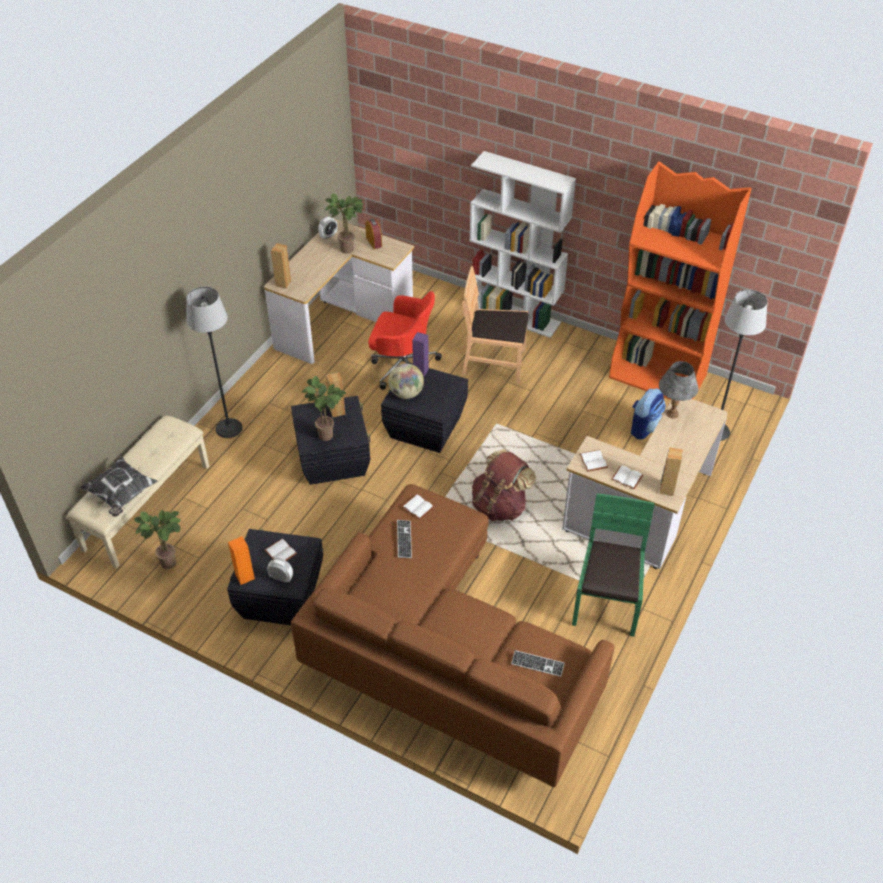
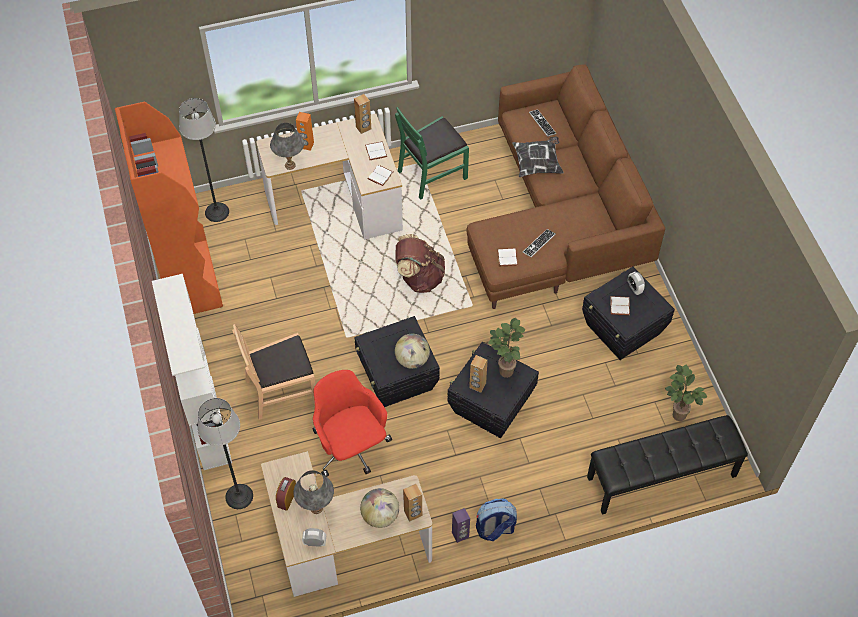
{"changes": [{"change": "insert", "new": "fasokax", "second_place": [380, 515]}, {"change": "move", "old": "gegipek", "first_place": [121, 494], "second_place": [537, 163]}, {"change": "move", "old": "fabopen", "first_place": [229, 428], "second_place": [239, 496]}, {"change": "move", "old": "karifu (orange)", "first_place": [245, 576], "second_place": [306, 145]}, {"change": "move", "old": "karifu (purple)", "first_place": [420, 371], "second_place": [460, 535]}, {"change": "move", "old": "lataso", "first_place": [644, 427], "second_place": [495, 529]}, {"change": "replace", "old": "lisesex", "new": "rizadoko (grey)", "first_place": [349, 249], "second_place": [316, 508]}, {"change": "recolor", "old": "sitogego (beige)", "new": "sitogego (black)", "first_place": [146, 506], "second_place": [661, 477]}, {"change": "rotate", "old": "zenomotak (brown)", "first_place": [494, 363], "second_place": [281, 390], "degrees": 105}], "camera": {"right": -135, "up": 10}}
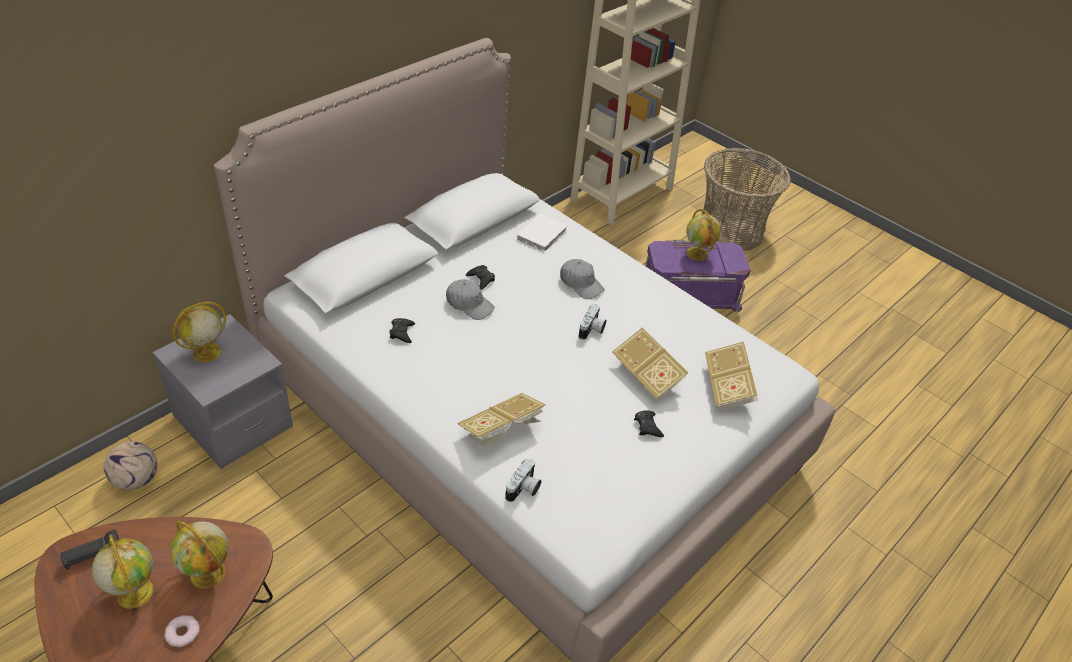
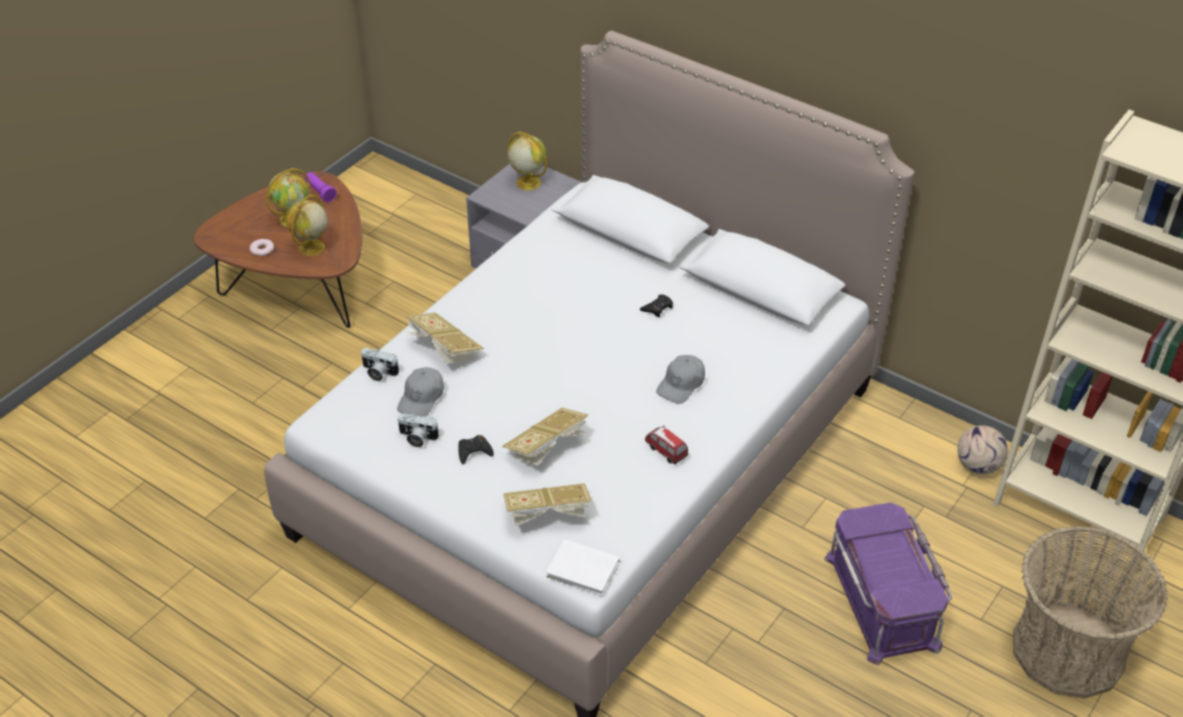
{"changes": [{"change": "delete", "old": "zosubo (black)", "first_place": [402, 333]}, {"change": "delete", "old": "fasokax", "first_place": [697, 254]}, {"change": "insert", "new": "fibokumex", "second_place": [665, 451]}, {"change": "move", "old": "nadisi", "first_place": [136, 479], "second_place": [978, 465]}, {"change": "move", "old": "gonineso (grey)", "first_place": [469, 304], "second_place": [422, 398]}, {"change": "move", "old": "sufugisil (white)", "first_place": [543, 234], "second_place": [584, 571]}, {"change": "move", "old": "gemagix", "first_place": [592, 330], "second_place": [417, 438]}, {"change": "recolor", "old": "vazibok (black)", "new": "vazibok (purple)", "first_place": [93, 556], "second_place": [320, 192]}], "camera": {"right": 85, "up": 0}}
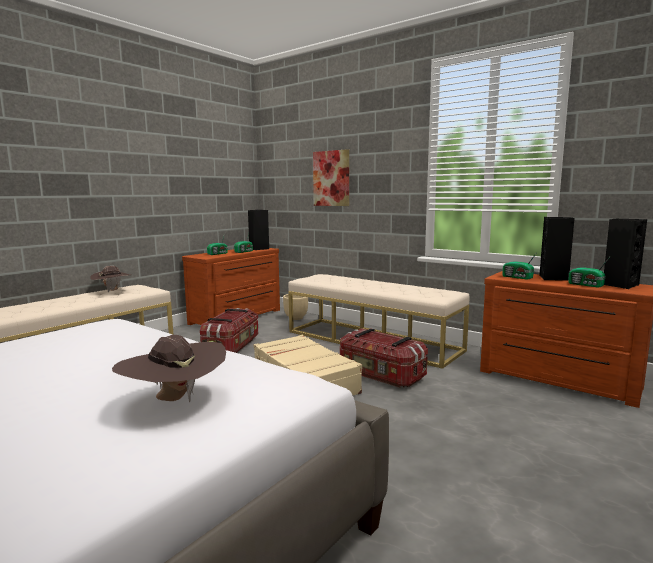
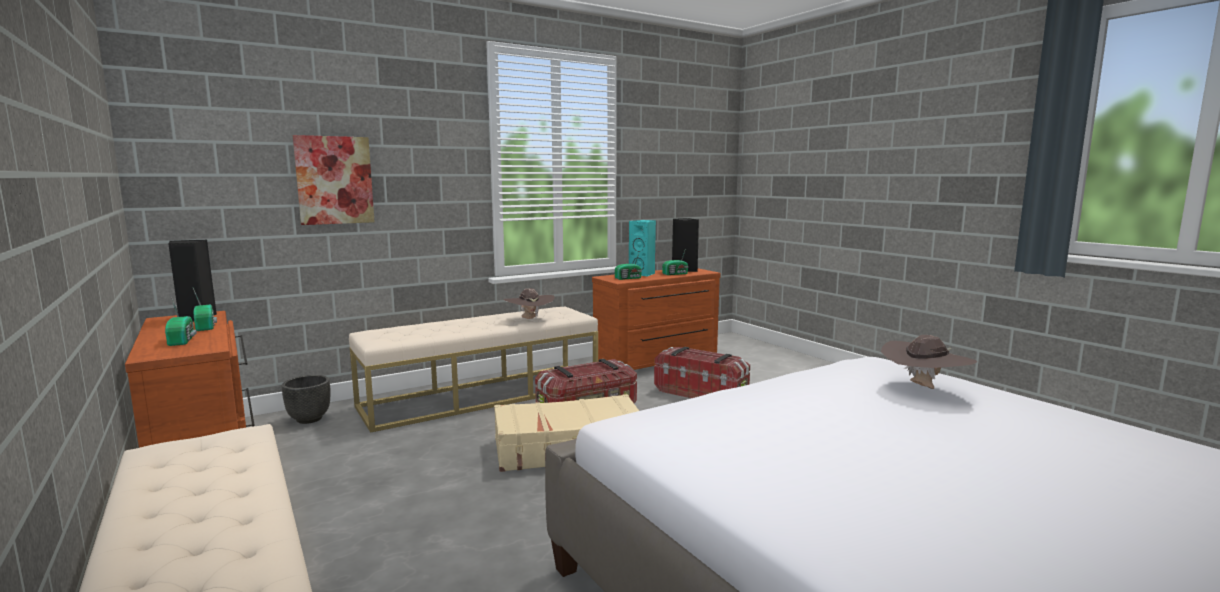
{"changes": [{"change": "move", "old": "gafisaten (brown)", "first_place": [112, 291], "second_place": [529, 319]}, {"change": "move", "old": "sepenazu", "first_place": [232, 347], "second_place": [701, 393]}, {"change": "recolor", "old": "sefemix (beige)", "new": "sefemix (black)", "first_place": [296, 318], "second_place": [309, 419]}, {"change": "recolor", "old": "karifu (black)", "new": "karifu (turquoise)", "first_place": [553, 278], "second_place": [643, 274]}], "camera": {"right": -70, "up": 0}}
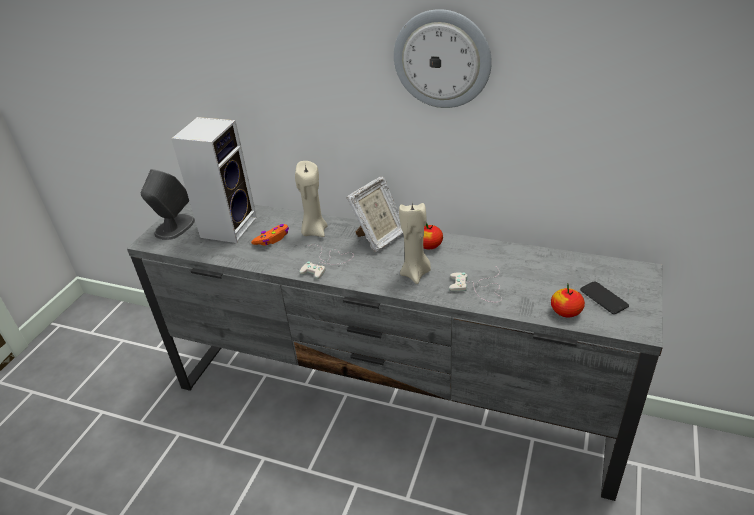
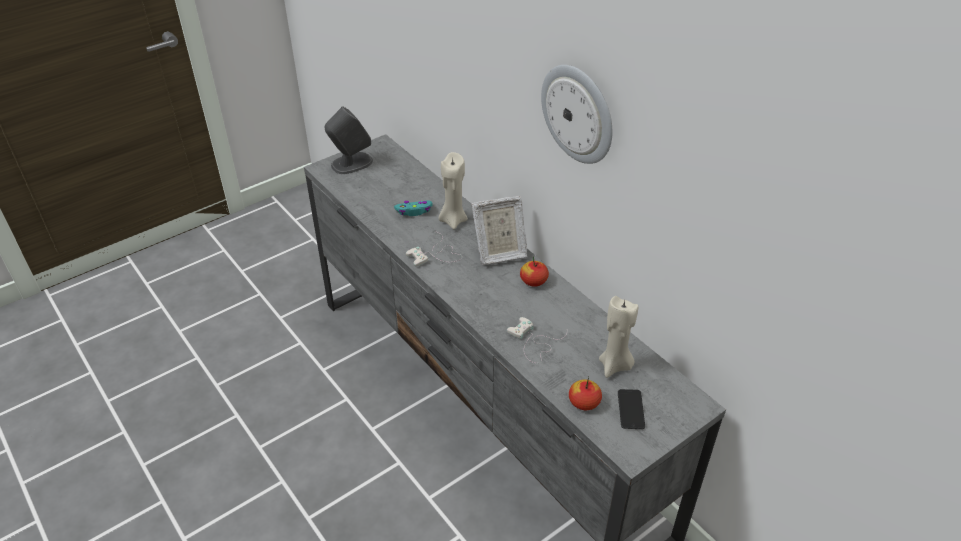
{"changes": [{"change": "delete", "old": "karifu", "first_place": [229, 226]}, {"change": "move", "old": "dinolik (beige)", "first_place": [416, 273], "second_place": [615, 365]}, {"change": "recolor", "old": "zosubo (orange)", "new": "zosubo (turquoise)", "first_place": [272, 239], "second_place": [414, 211]}], "camera": {"right": 30, "up": 5}}
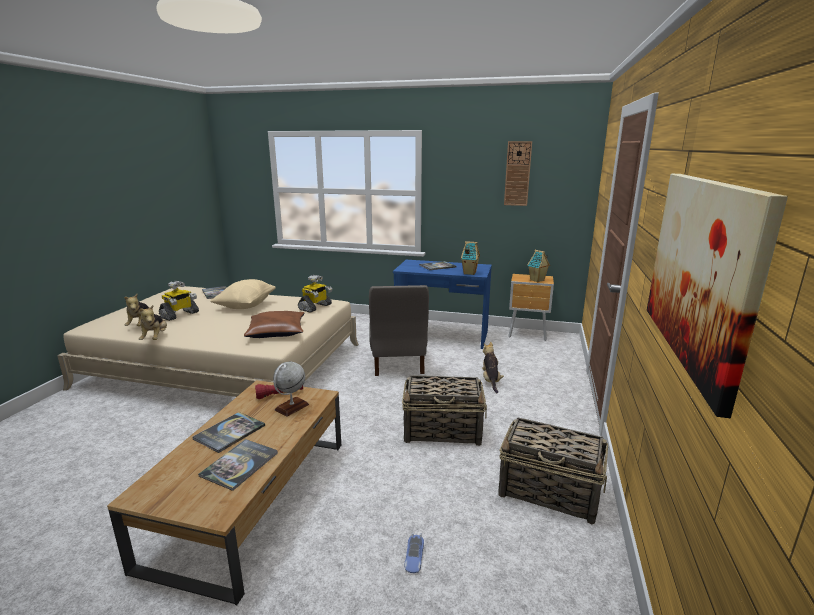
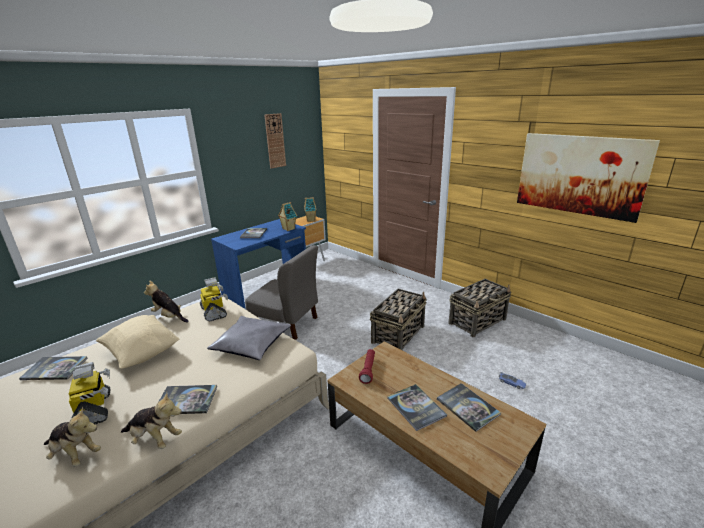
{"changes": [{"change": "delete", "old": "fasokax", "first_place": [292, 407]}, {"change": "insert", "new": "sufugisil", "second_place": [186, 400]}, {"change": "move", "old": "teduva", "first_place": [490, 381], "second_place": [169, 316]}, {"change": "recolor", "old": "gegipek (brown)", "new": "gegipek (grey)", "first_place": [276, 331], "second_place": [251, 344]}], "camera": {"right": -60, "up": 5}}
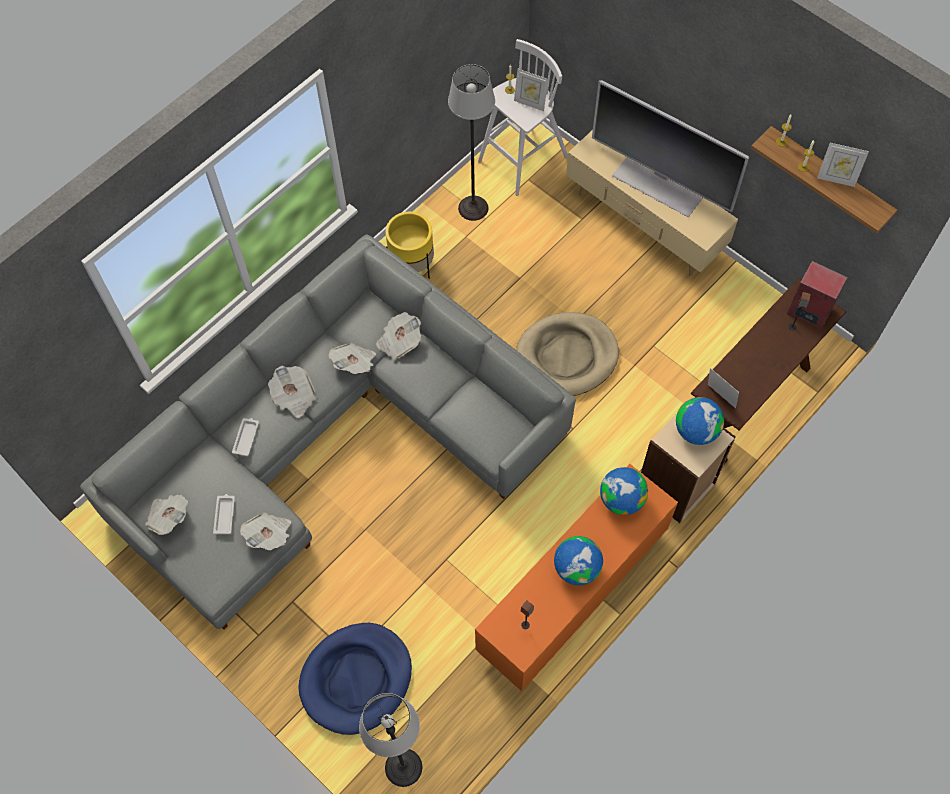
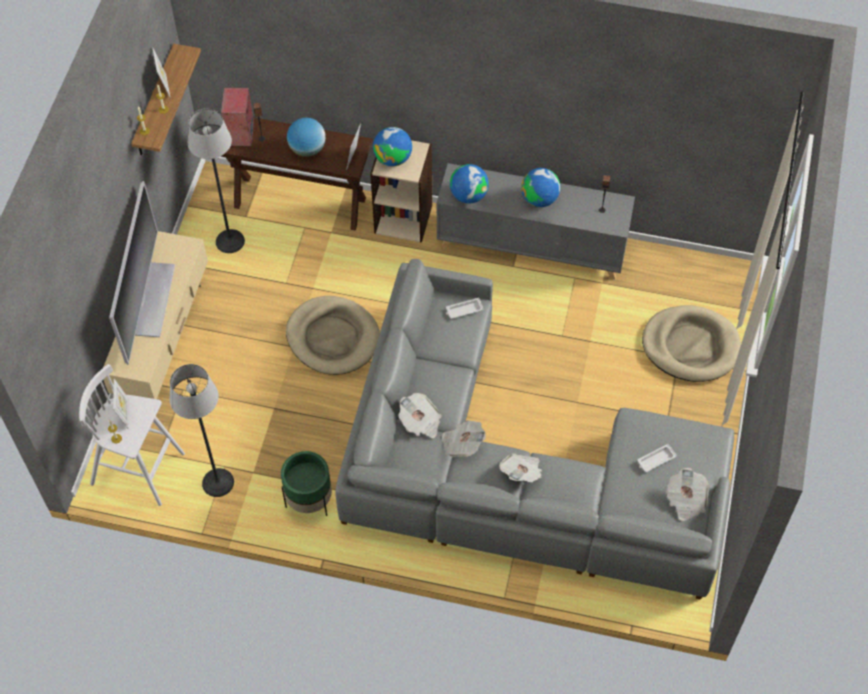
{"changes": [{"change": "delete", "old": "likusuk", "first_place": [269, 535]}, {"change": "insert", "new": "fasokax", "second_place": [307, 149]}, {"change": "move", "old": "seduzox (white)", "first_place": [246, 437], "second_place": [463, 310]}, {"change": "move", "old": "fabopen", "first_place": [404, 767], "second_place": [230, 241]}, {"change": "recolor", "old": "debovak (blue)", "new": "debovak (beige)", "first_place": [356, 679], "second_place": [690, 346]}, {"change": "recolor", "old": "sefemix (yellow)", "new": "sefemix (green)", "first_place": [412, 264], "second_place": [309, 500]}, {"change": "recolor", "old": "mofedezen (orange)", "new": "mofedezen (grey)", "first_place": [572, 594], "second_place": [532, 245]}], "camera": {"right": -120, "up": -5}}
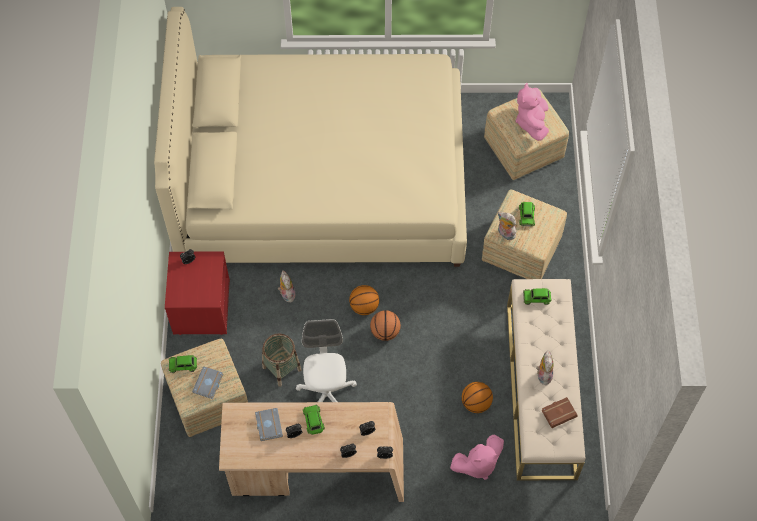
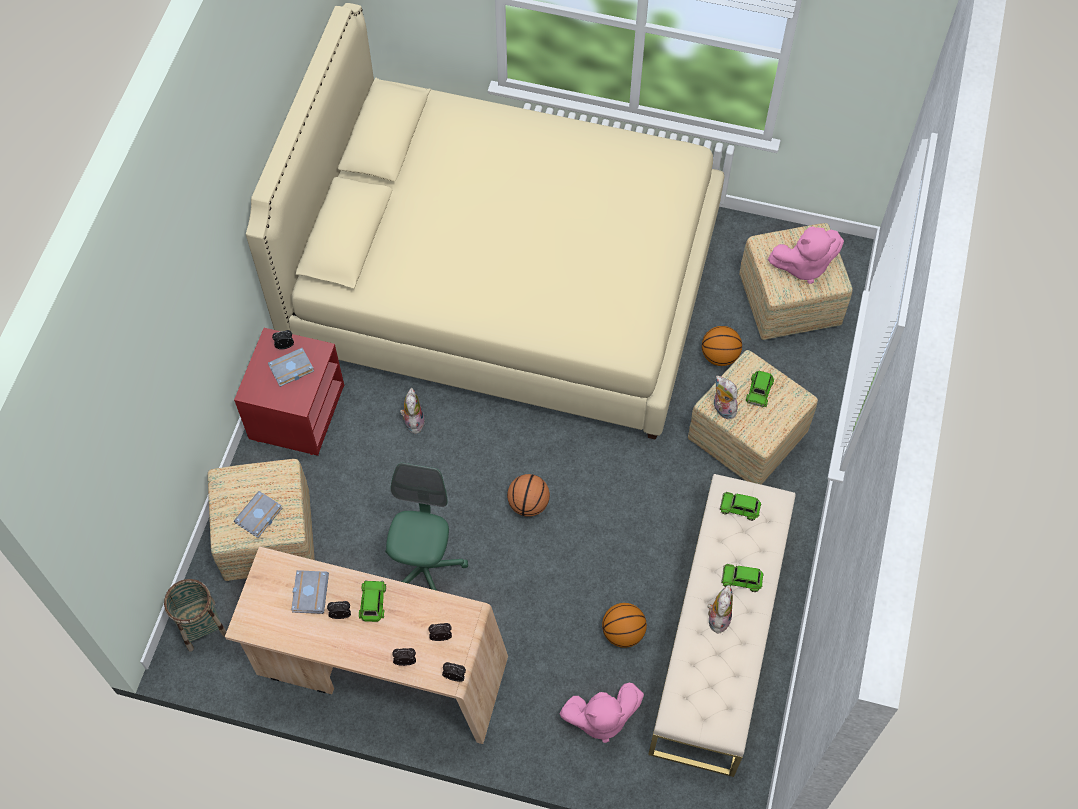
{"changes": [{"change": "delete", "old": "sufugisil (brown)", "first_place": [559, 412]}, {"change": "insert", "new": "sufugisil (grey)", "second_place": [291, 370]}, {"change": "move", "old": "fibokumex (green)", "first_place": [183, 365], "second_place": [742, 579]}, {"change": "move", "old": "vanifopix", "first_place": [281, 368], "second_place": [201, 626]}, {"change": "move", "old": "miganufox", "first_place": [364, 307], "second_place": [719, 356]}, {"change": "recolor", "old": "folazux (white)", "new": "folazux (green)", "first_place": [326, 394], "second_place": [424, 568]}, {"change": "rotate", "old": "teduva (pink)", "first_place": [532, 122], "second_place": [803, 265], "degrees": -120}], "camera": {"right": 15, "up": 0}}
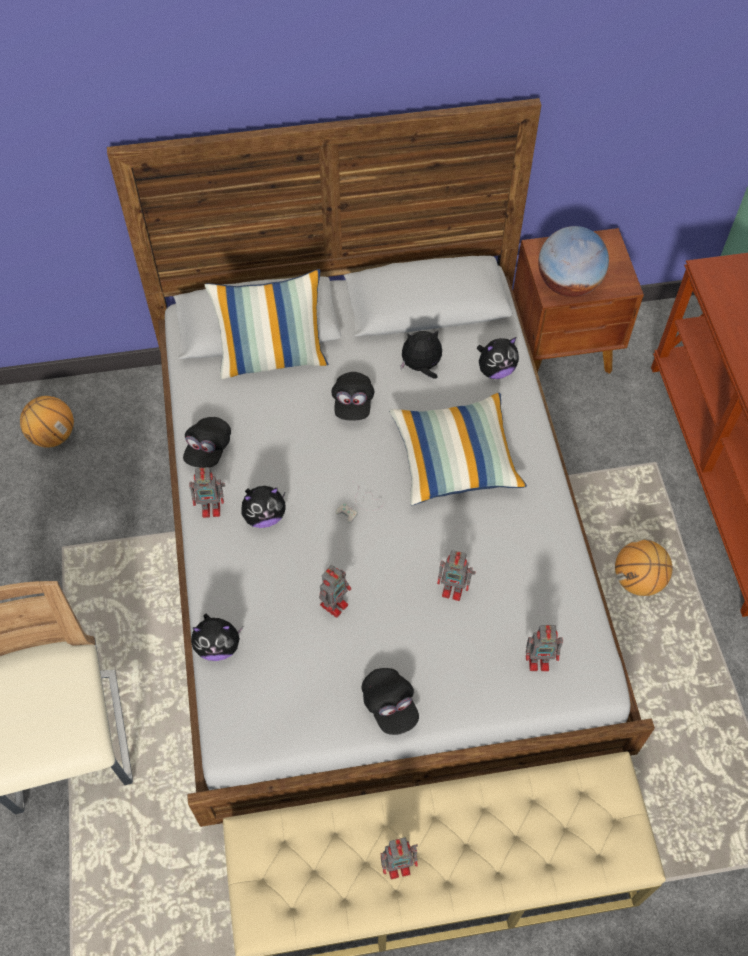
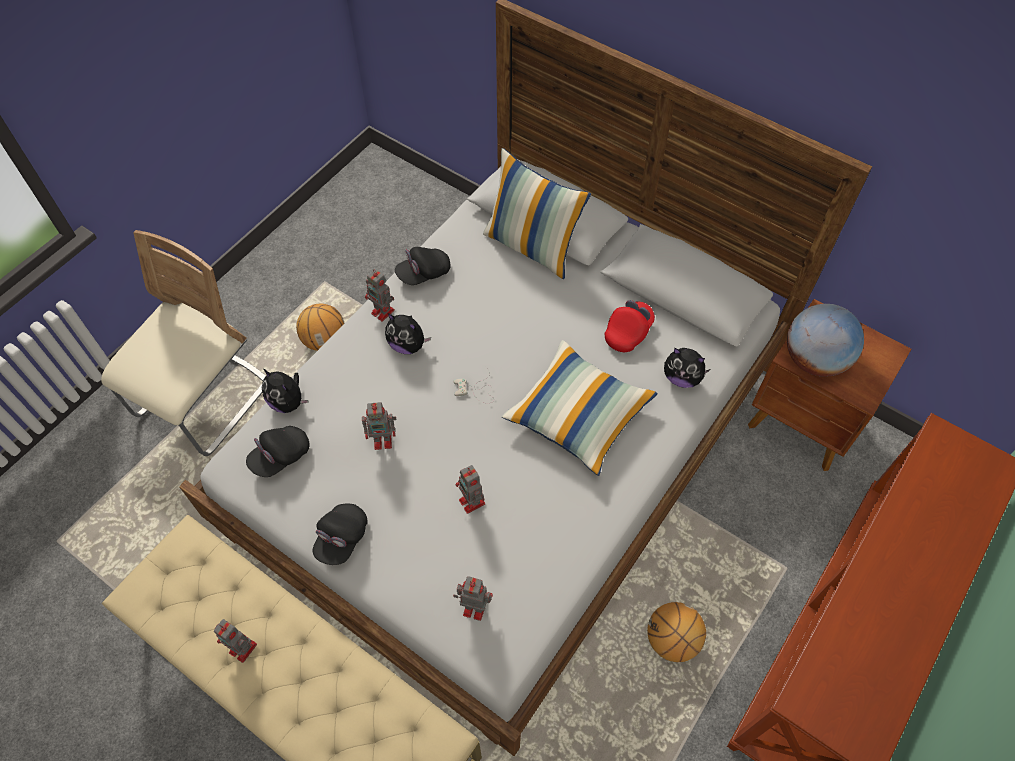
{"changes": [{"change": "move", "old": "miganufox", "first_place": [53, 435], "second_place": [324, 340]}, {"change": "move", "old": "gonineso (black)", "first_place": [353, 403], "second_place": [280, 456]}, {"change": "replace", "old": "teduva", "new": "gonineso (red)", "first_place": [421, 367], "second_place": [628, 332]}, {"change": "rotate", "old": "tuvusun", "first_place": [540, 660], "second_place": [473, 607], "degrees": 150}], "camera": {"right": 45, "up": 0}}
